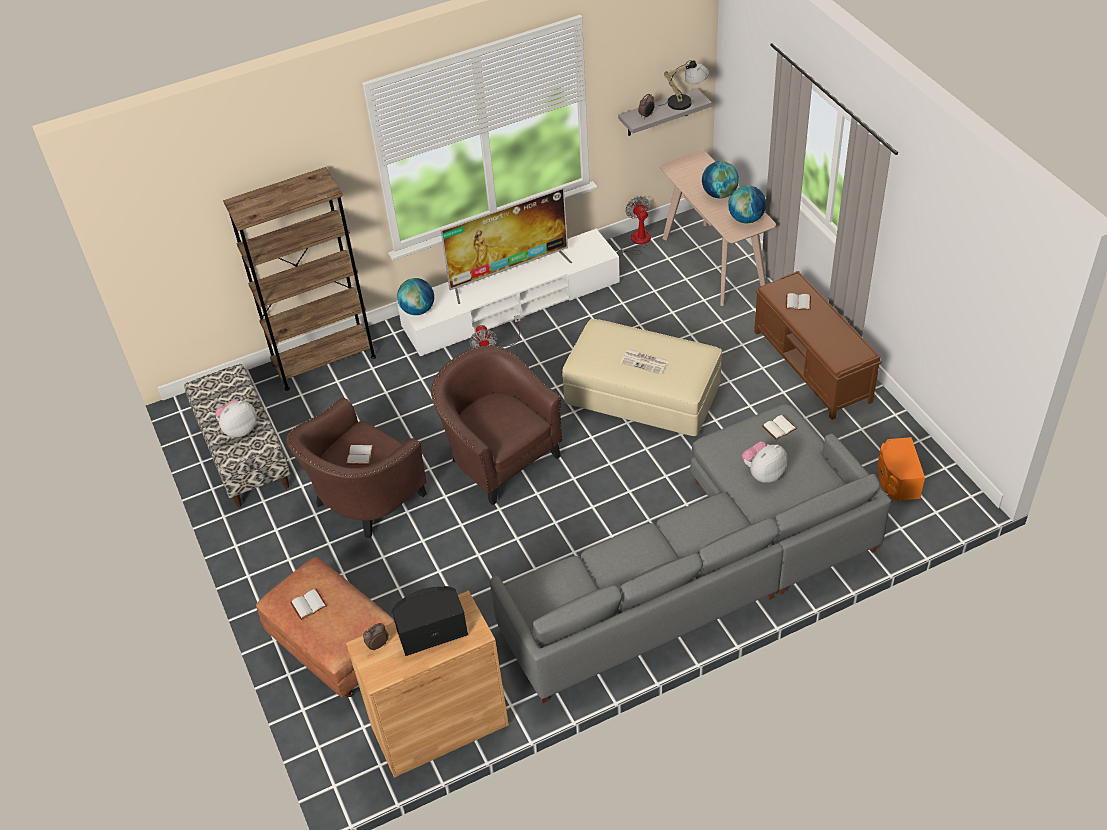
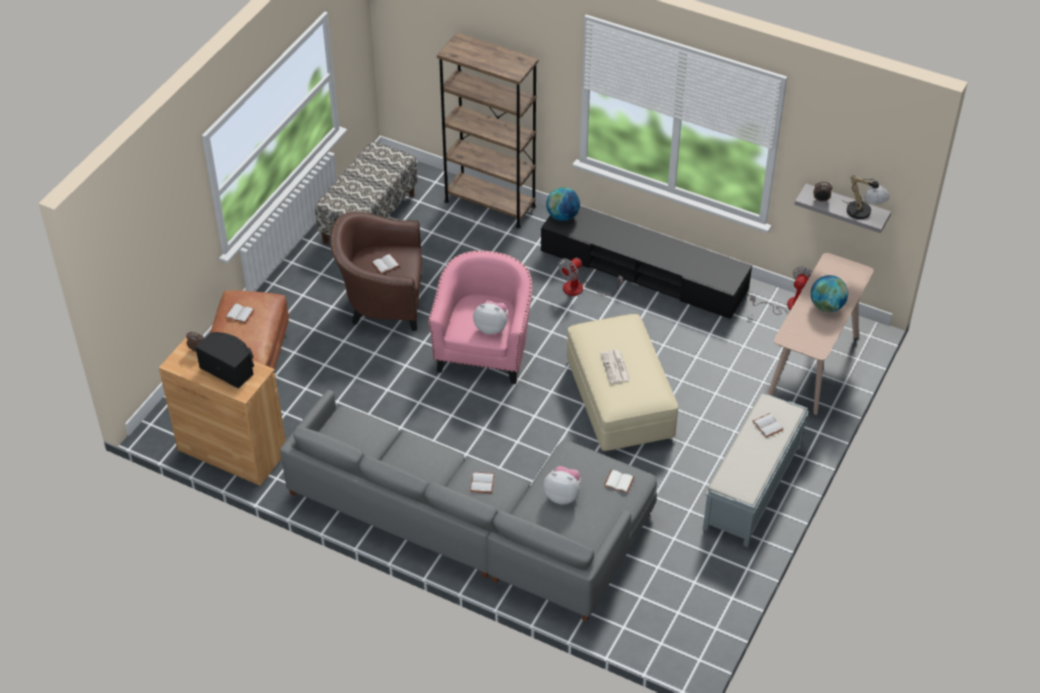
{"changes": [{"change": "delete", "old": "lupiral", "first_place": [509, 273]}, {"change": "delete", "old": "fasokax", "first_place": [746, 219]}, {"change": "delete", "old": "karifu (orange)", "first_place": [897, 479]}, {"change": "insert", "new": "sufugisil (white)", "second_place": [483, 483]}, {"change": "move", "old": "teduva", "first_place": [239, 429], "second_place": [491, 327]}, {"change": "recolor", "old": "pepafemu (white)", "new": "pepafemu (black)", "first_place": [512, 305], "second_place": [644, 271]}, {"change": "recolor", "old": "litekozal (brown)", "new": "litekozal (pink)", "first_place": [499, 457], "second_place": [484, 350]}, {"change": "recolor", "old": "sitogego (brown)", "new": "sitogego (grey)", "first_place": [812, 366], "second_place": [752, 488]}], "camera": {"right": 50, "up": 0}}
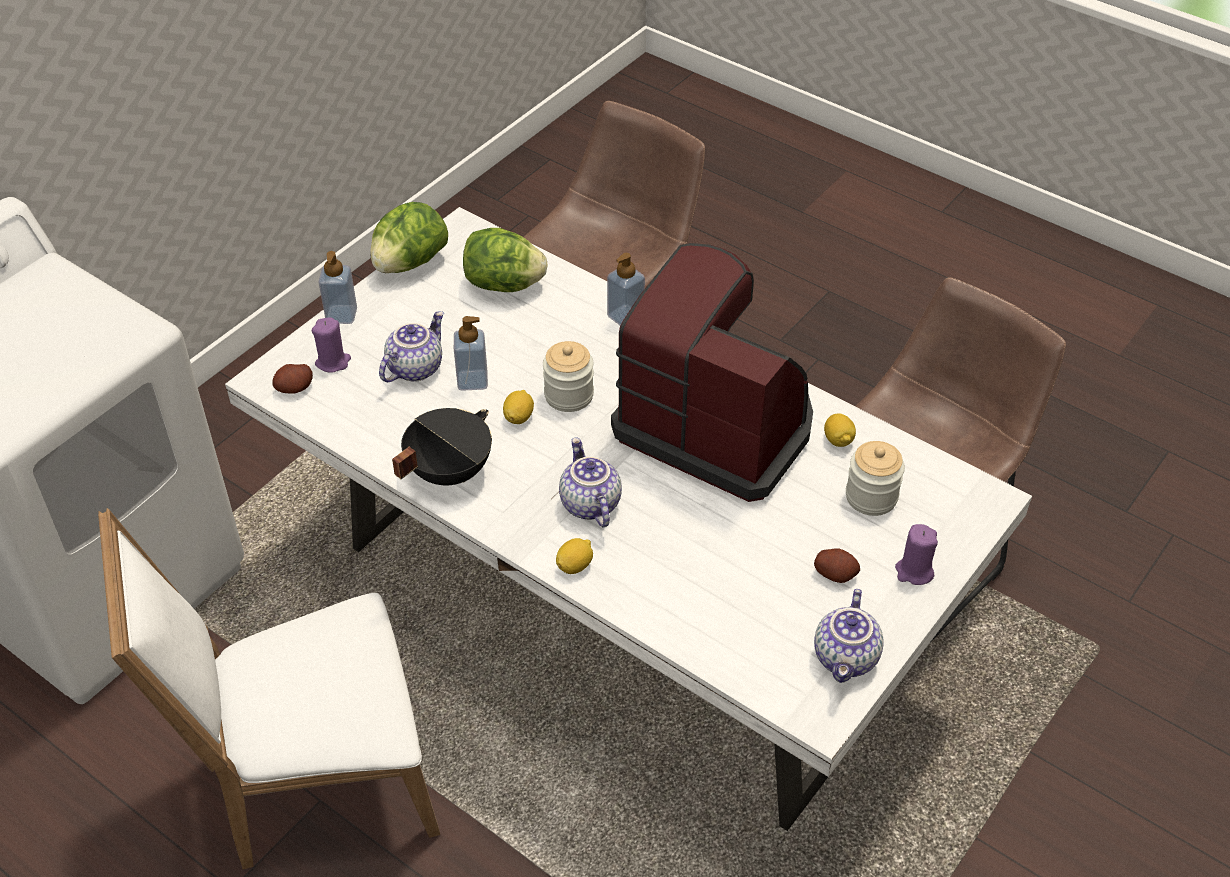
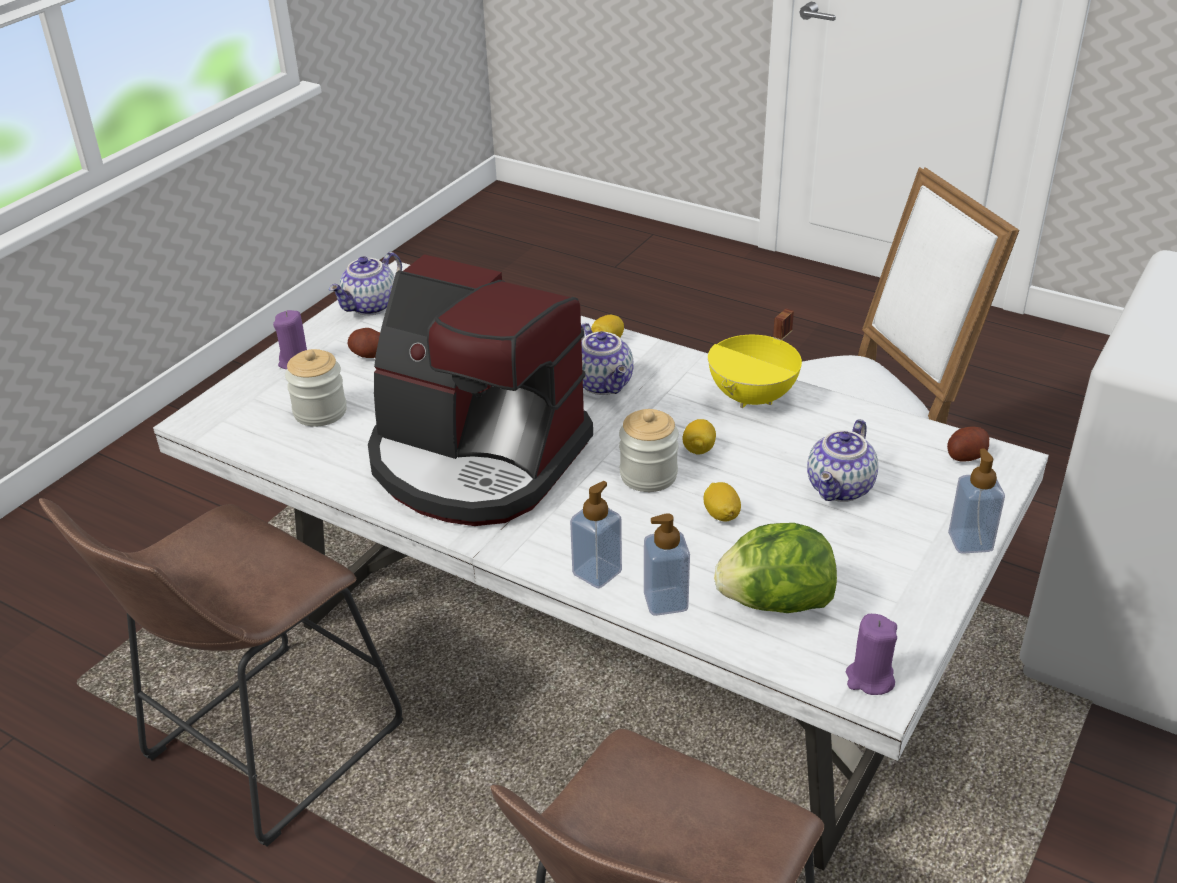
{"changes": [{"change": "delete", "old": "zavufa", "first_place": [410, 263]}, {"change": "move", "old": "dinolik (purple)", "first_place": [333, 362], "second_place": [869, 678]}, {"change": "move", "old": "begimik", "first_place": [472, 380], "second_place": [665, 601]}, {"change": "move", "old": "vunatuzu", "first_place": [838, 440], "second_place": [721, 515]}, {"change": "recolor", "old": "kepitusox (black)", "new": "kepitusox (yellow)", "first_place": [448, 470], "second_place": [754, 397]}, {"change": "rotate", "old": "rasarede", "first_place": [847, 658], "second_place": [371, 306], "degrees": -150}], "camera": {"right": 175, "up": -10}}
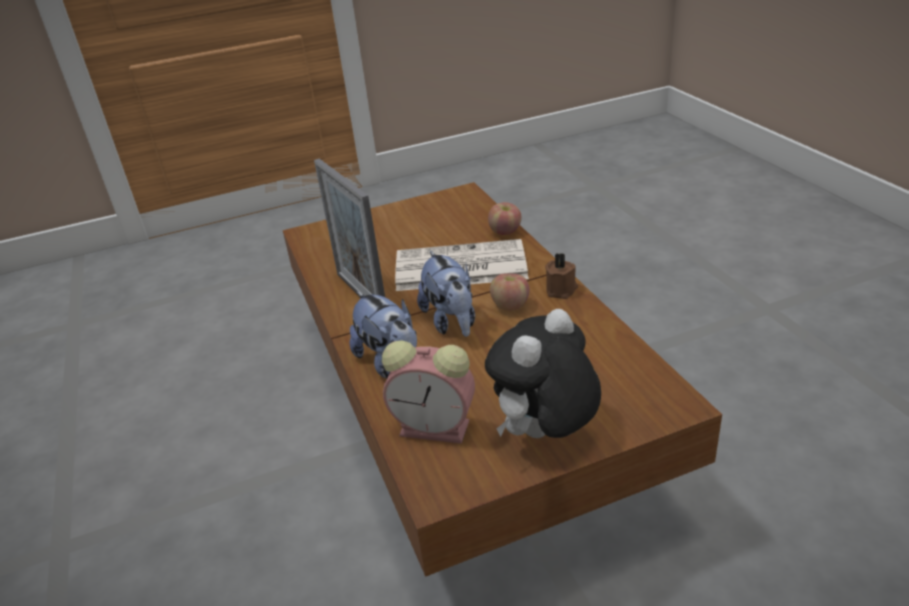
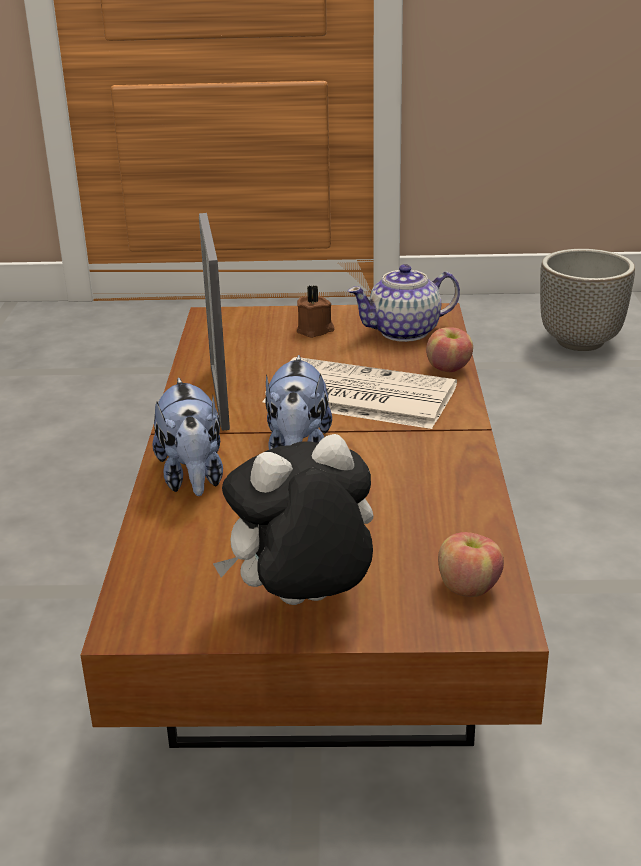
{"changes": [{"change": "delete", "old": "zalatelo", "first_place": [437, 428]}, {"change": "insert", "new": "rasarede", "second_place": [405, 332]}, {"change": "insert", "new": "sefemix", "second_place": [578, 342]}, {"change": "move", "old": "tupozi", "first_place": [510, 306], "second_place": [468, 587]}, {"change": "move", "old": "dinolik (brown)", "first_place": [562, 290], "second_place": [316, 330]}], "camera": {"right": 20, "up": -5}}
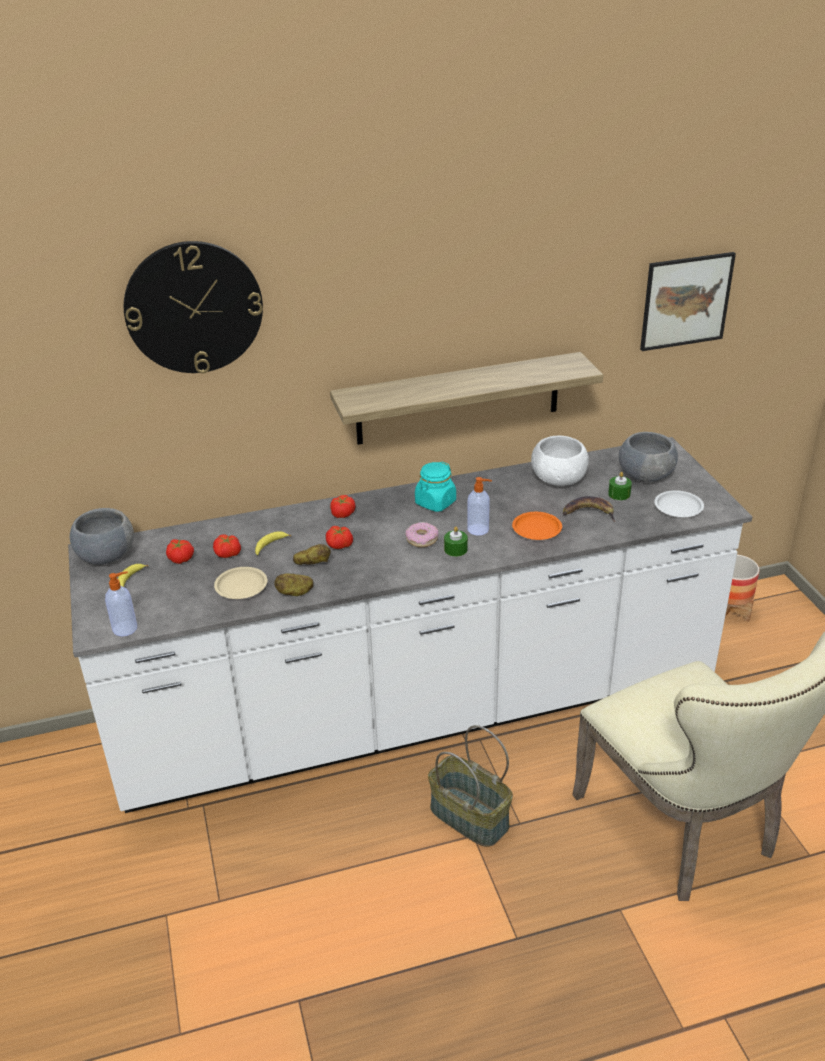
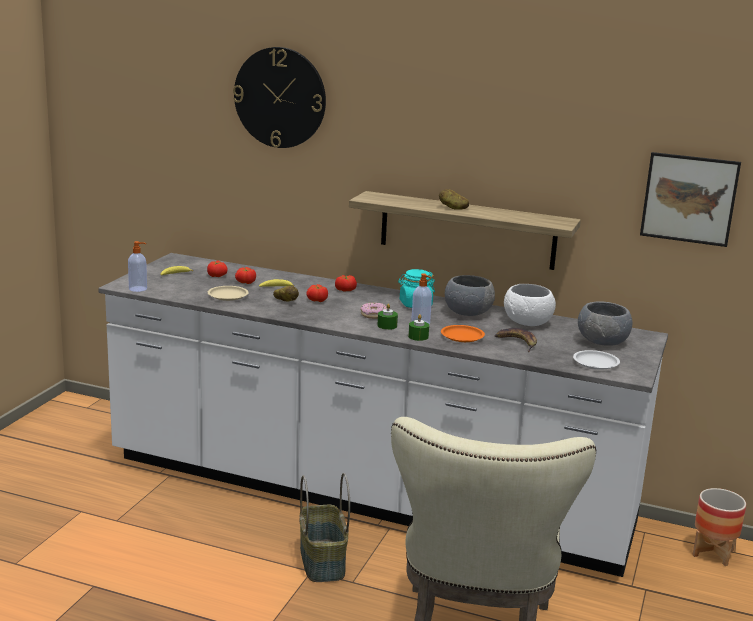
{"changes": [{"change": "move", "old": "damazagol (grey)", "first_place": [106, 555], "second_place": [468, 313]}, {"change": "move", "old": "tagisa", "first_place": [295, 593], "second_place": [453, 208]}, {"change": "move", "old": "dinolik (green)", "first_place": [619, 494], "second_place": [418, 337]}], "camera": {"right": 35, "up": -15}}
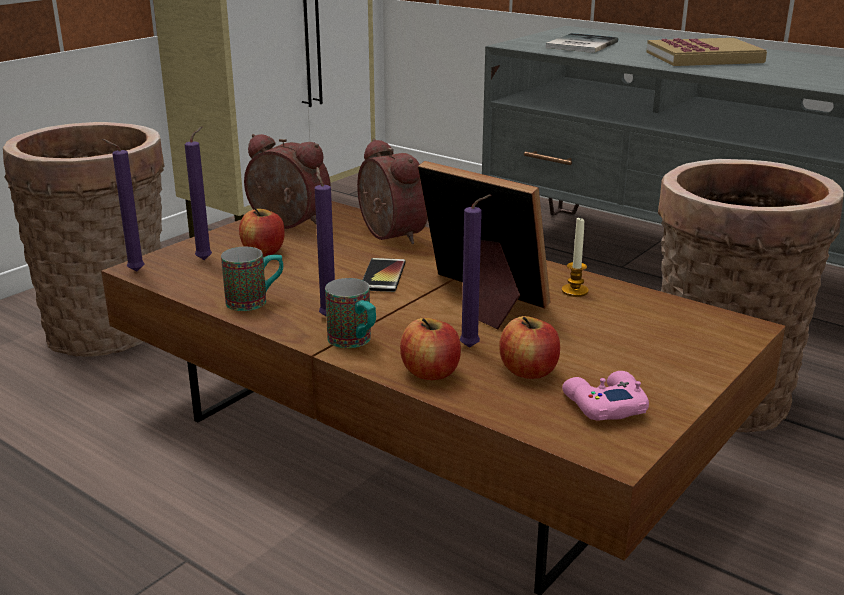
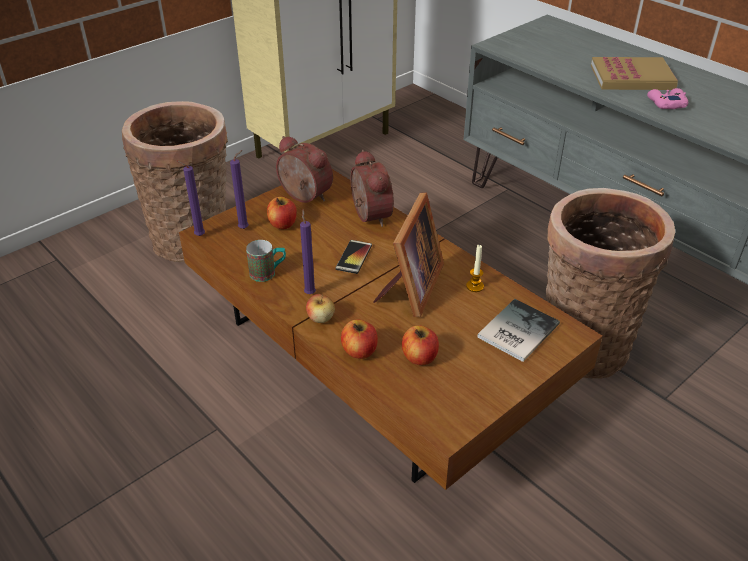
{"changes": [{"change": "delete", "old": "dinolik (purple)", "first_place": [472, 348]}, {"change": "move", "old": "sufugisil", "first_place": [579, 45], "second_place": [515, 331]}, {"change": "move", "old": "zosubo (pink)", "first_place": [603, 404], "second_place": [666, 103]}, {"change": "replace", "old": "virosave", "new": "tupozi", "first_place": [355, 342], "second_place": [321, 318]}, {"change": "rotate", "old": "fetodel", "first_place": [480, 300], "second_place": [410, 288], "degrees": 60}], "camera": {"right": 10, "up": 15}}
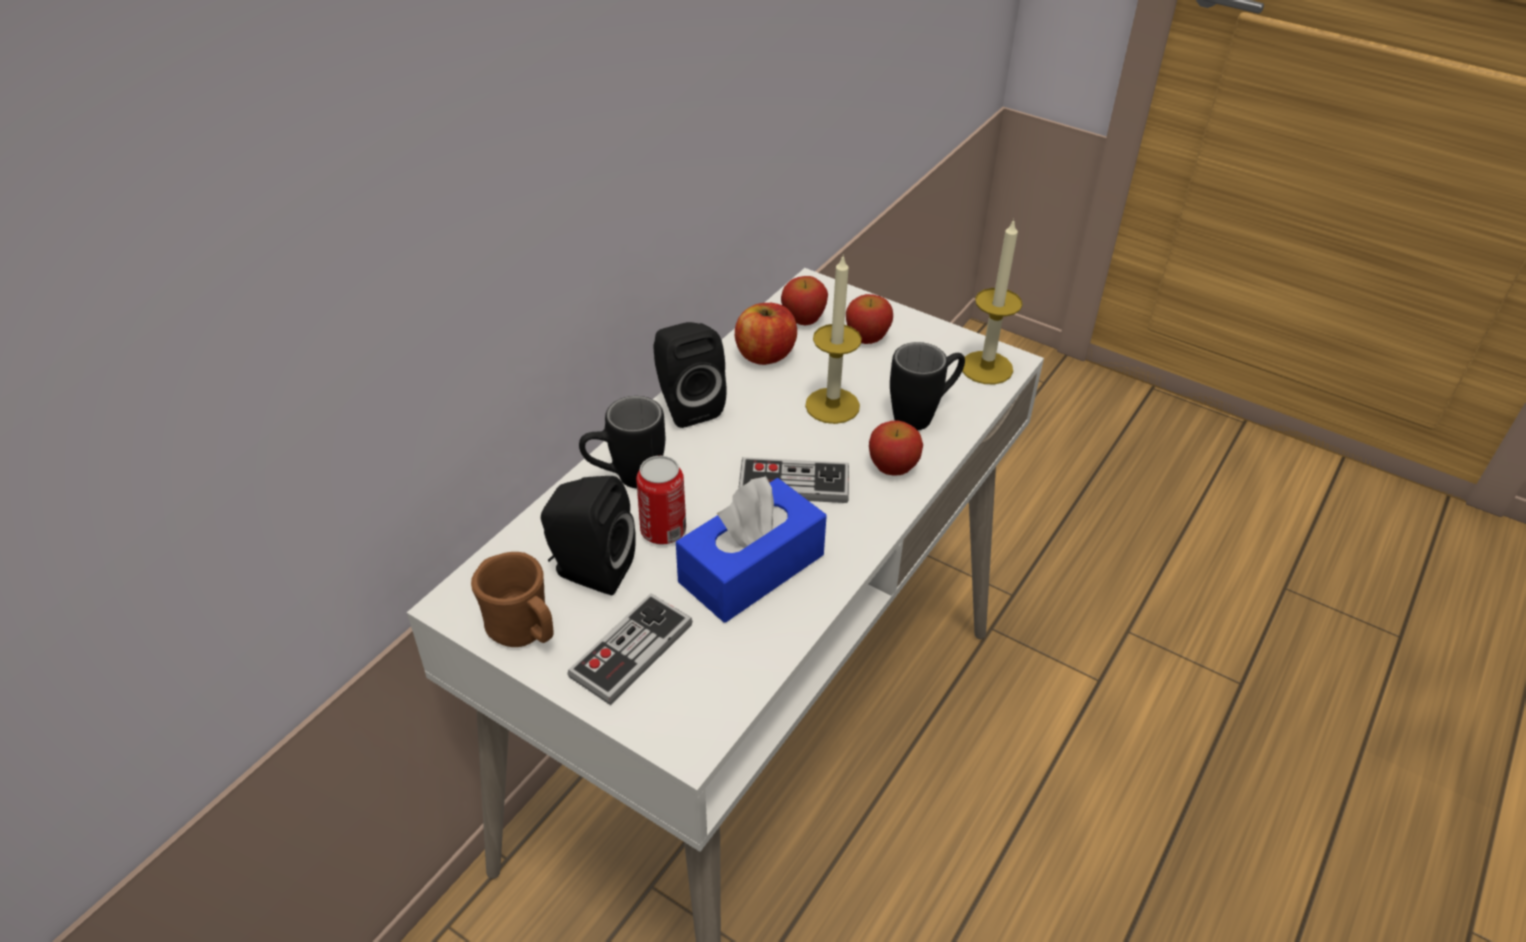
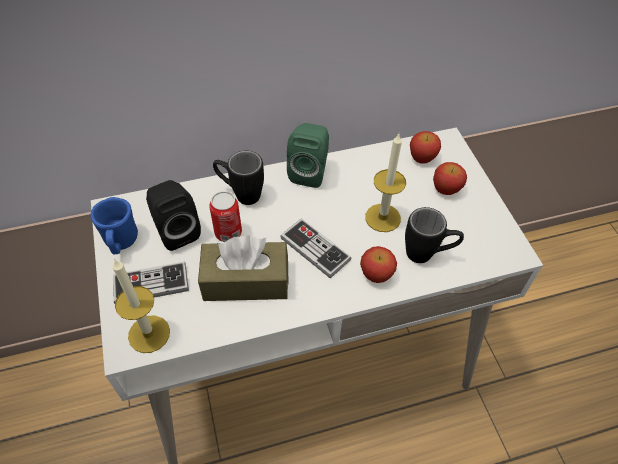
{"changes": [{"change": "delete", "old": "tupozi", "first_place": [765, 354]}, {"change": "move", "old": "dinolik", "first_place": [986, 368], "second_place": [149, 334]}, {"change": "recolor", "old": "virosave (brown)", "new": "virosave (blue)", "first_place": [524, 632], "second_place": [121, 242]}, {"change": "recolor", "old": "karifu (black)", "new": "karifu (green)", "first_place": [686, 405], "second_place": [309, 172]}, {"change": "recolor", "old": "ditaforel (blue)", "new": "ditaforel (brown)", "first_place": [751, 568], "second_place": [246, 281]}], "camera": {"right": 40, "up": 10}}
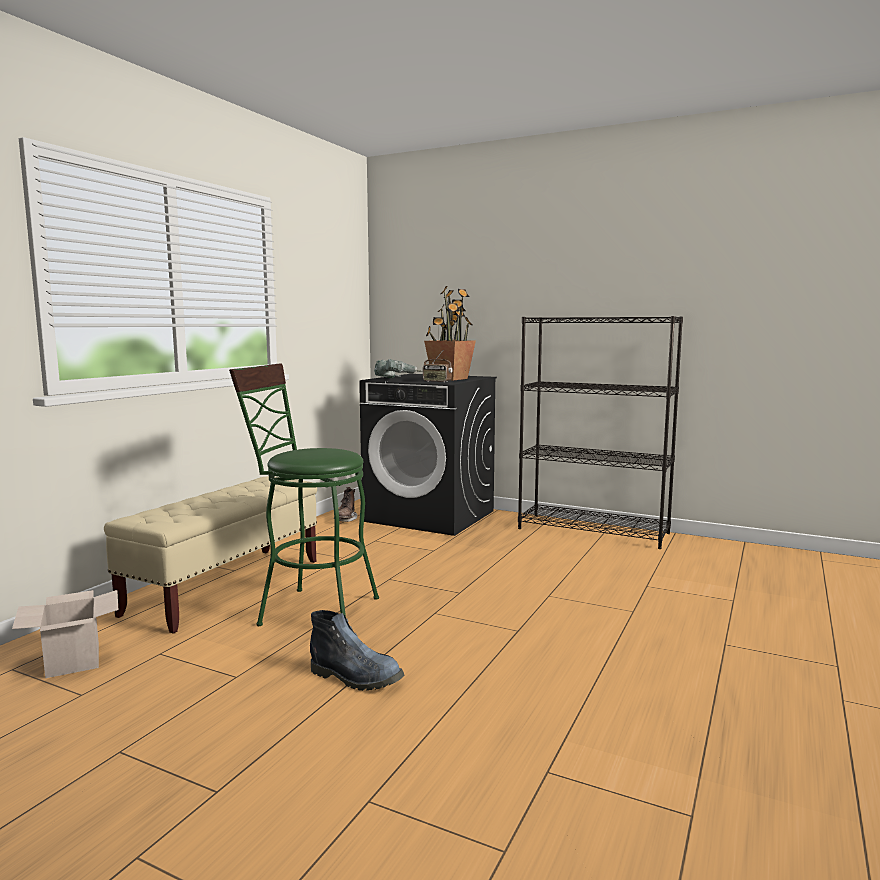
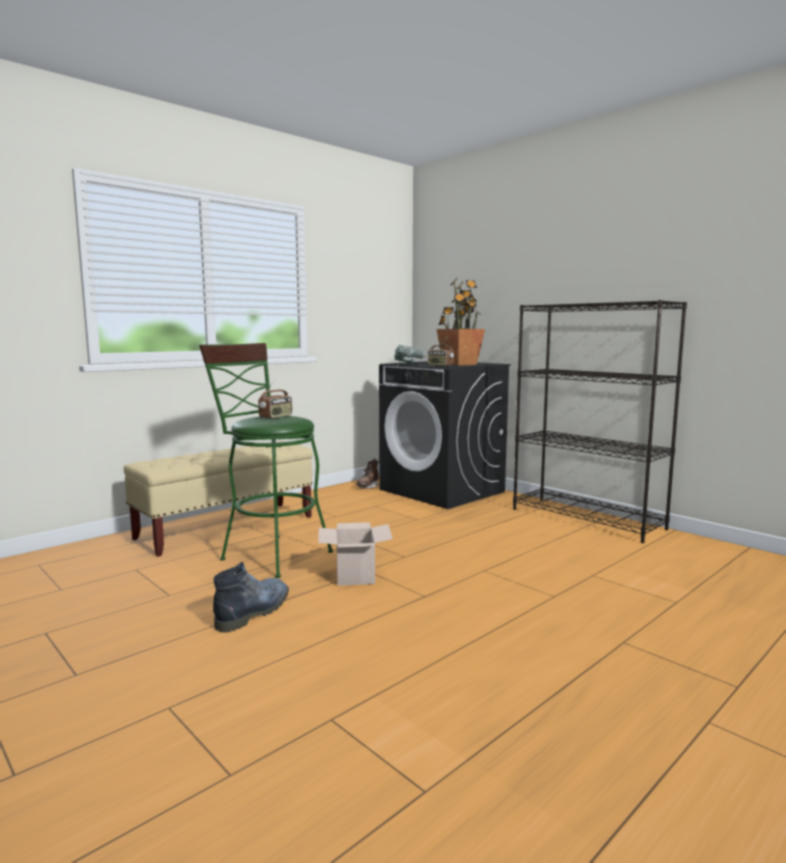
{"changes": [{"change": "insert", "new": "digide", "second_place": [276, 417]}, {"change": "move", "old": "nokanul", "first_place": [72, 660], "second_place": [354, 575]}, {"change": "rotate", "old": "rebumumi", "first_place": [357, 677], "second_place": [254, 611], "degrees": -105}], "camera": {"right": 20, "up": 0}}
